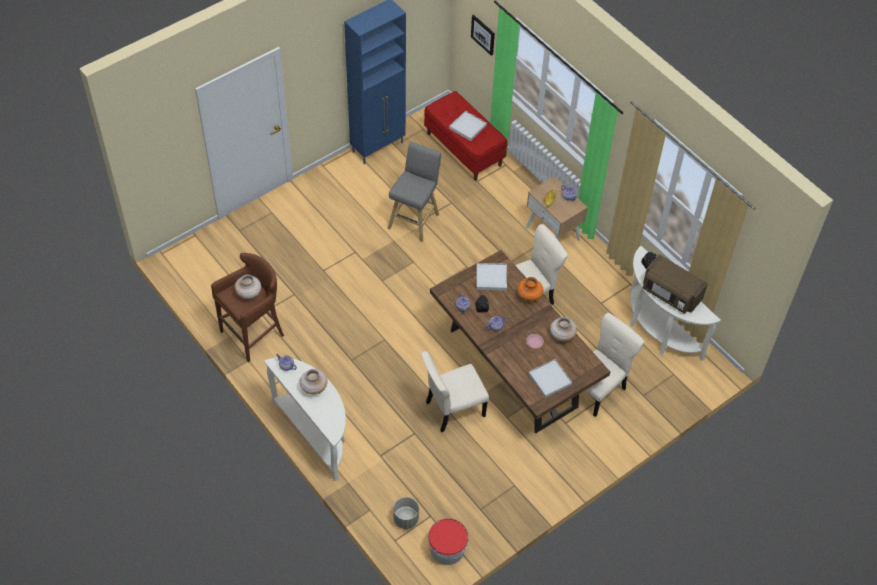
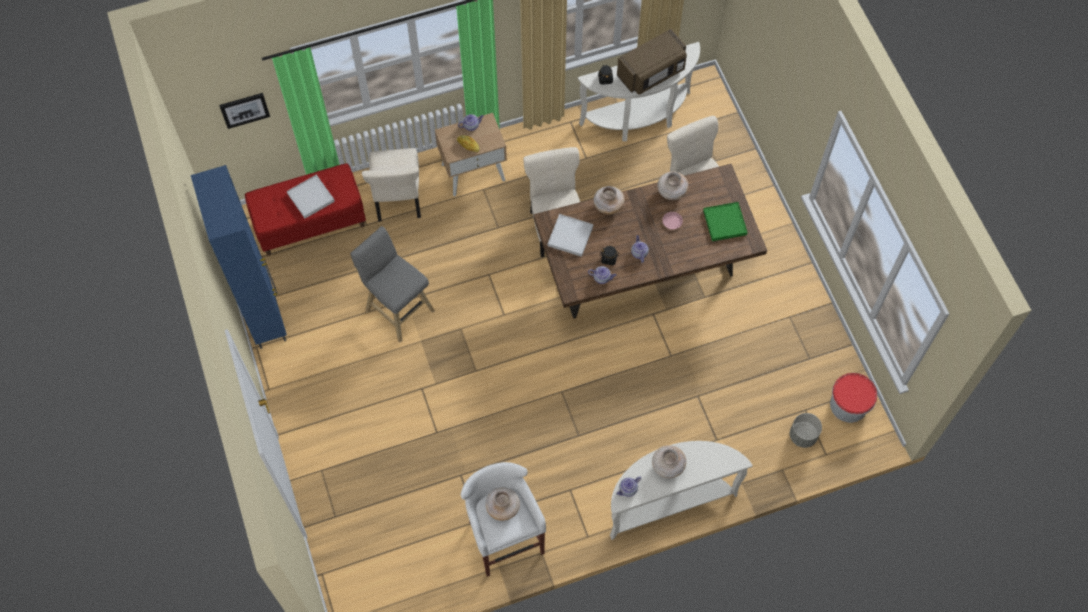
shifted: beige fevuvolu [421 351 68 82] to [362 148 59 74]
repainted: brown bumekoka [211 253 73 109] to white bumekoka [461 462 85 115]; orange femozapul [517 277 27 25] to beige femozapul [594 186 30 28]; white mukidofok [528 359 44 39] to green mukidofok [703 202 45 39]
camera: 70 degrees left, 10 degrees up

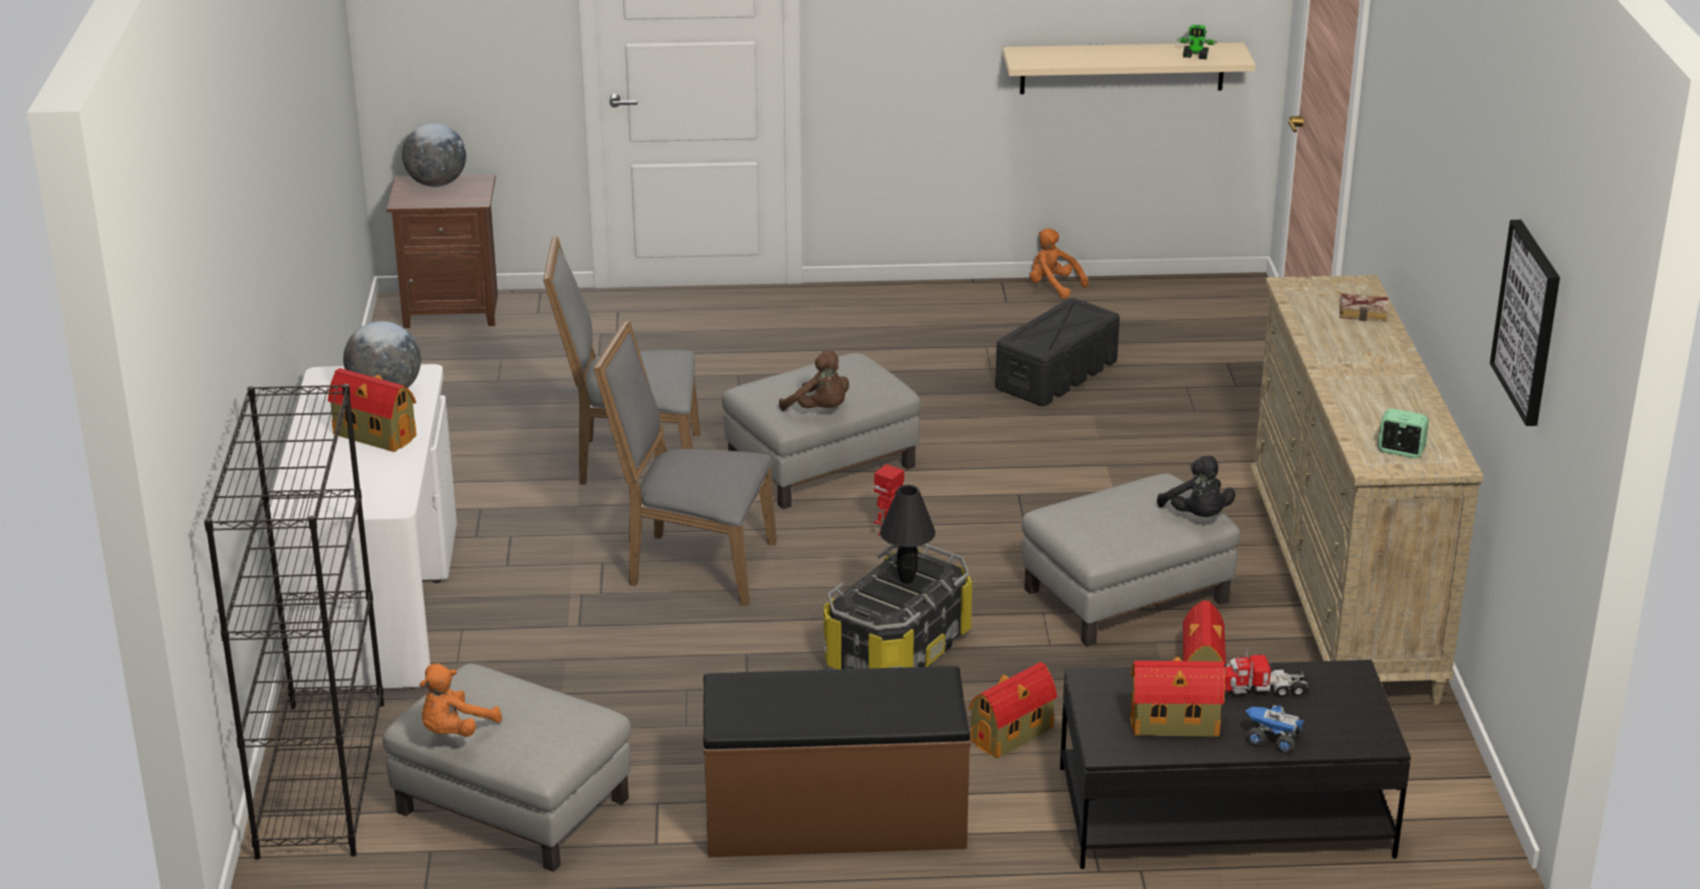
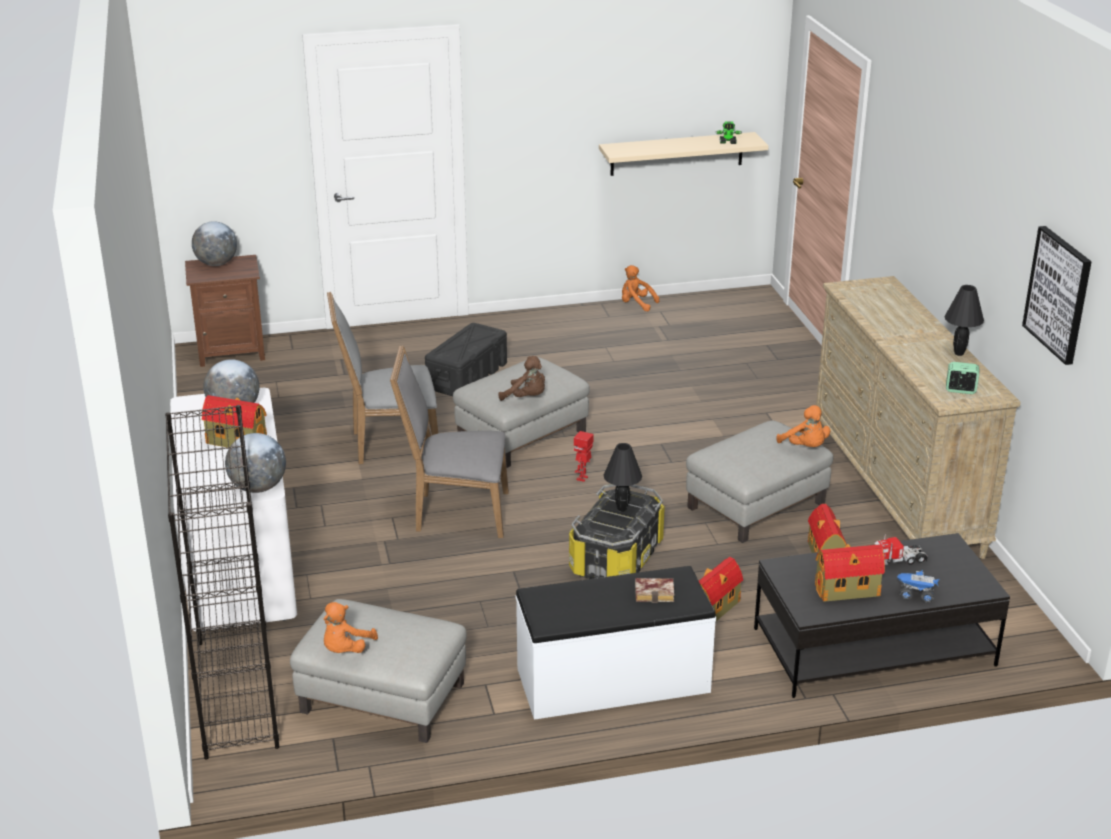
new: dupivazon [225 433 61 60]; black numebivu [945 285 39 71]
shifted: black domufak [995 298 125 108] to [425 323 82 73]; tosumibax [1340 294 48 28] to [635 578 39 25]
repainted: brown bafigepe [703 666 268 191] to white bafigepe [516 566 200 154]; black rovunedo [1157 456 78 61] to orange rovunedo [776 405 54 42]
camera: 10 degrees left, 0 degrees up

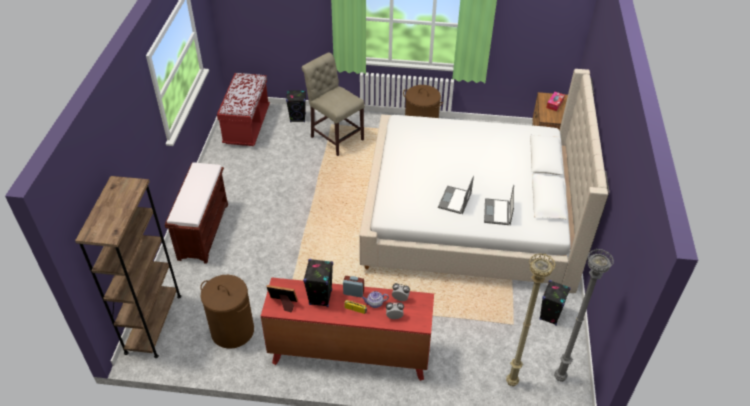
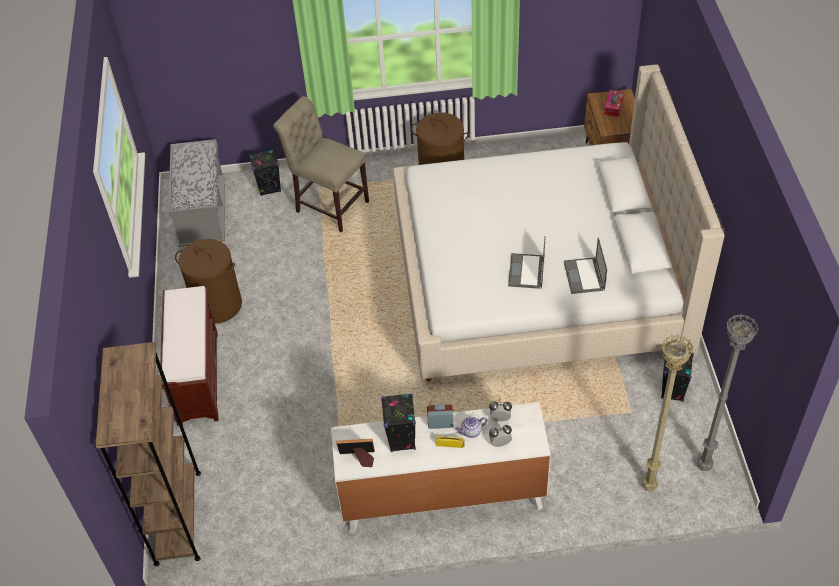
shifted: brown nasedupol [200 275 54 74] to [175 239 67 85]
repainted: red bafigepe [217 73 53 73] to grey bafigepe [168 139 57 108]; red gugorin [261 277 173 104] to white gugorin [331 402 220 132]
camera: 10 degrees left, 5 degrees up

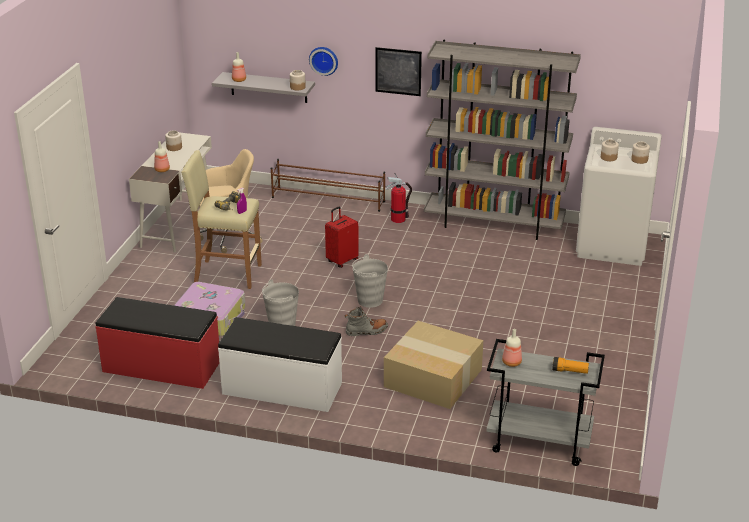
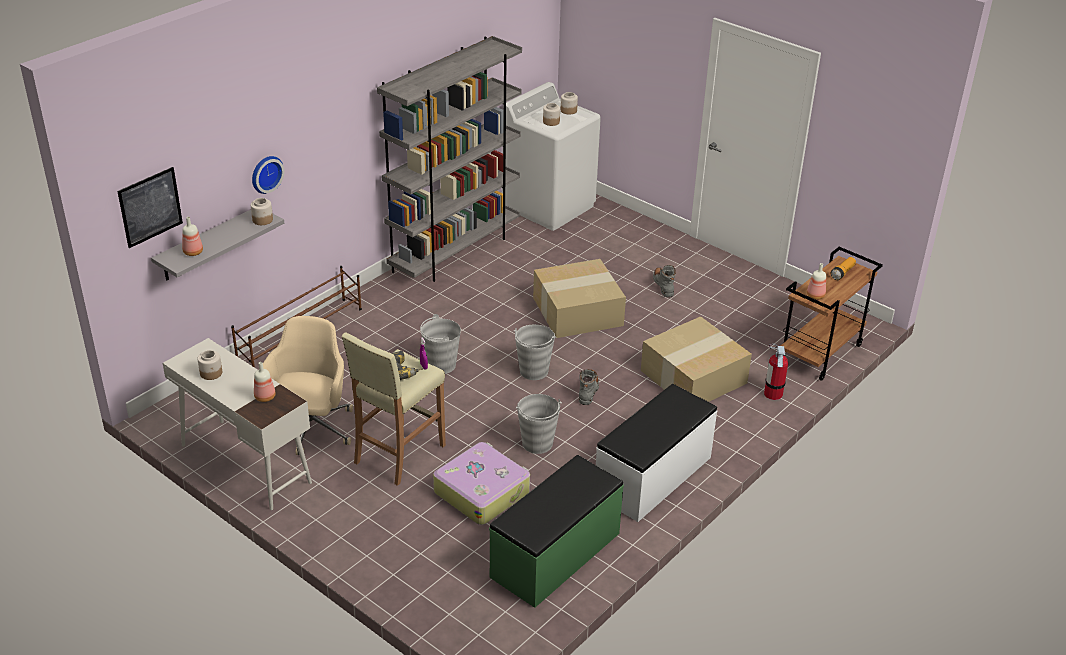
new: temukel [533 259 93 79]; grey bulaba [653 265 23 32]
shifted: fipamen [375 47 47 49] to [117 167 66 81]; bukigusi [386 173 26 50] to [764 344 24 56]
swapped: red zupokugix [325 207 34 61] to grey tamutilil [420 314 41 60]
repainted: red bafigepe [95 297 124 92] to green bafigepe [489 455 135 153]; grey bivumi [486 339 119 127] to brown bivumi [781 247 102 134]
camera: 65 degrees left, 5 degrees up

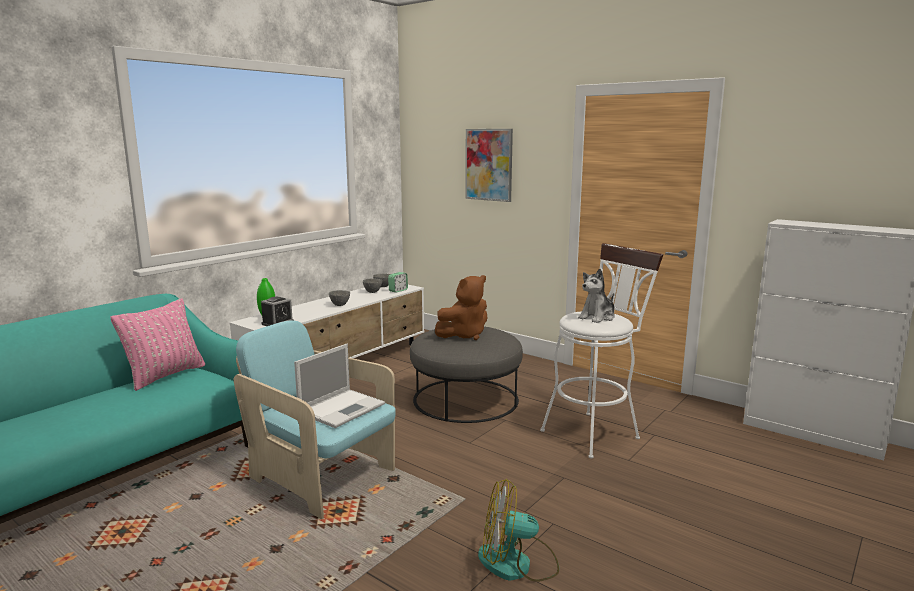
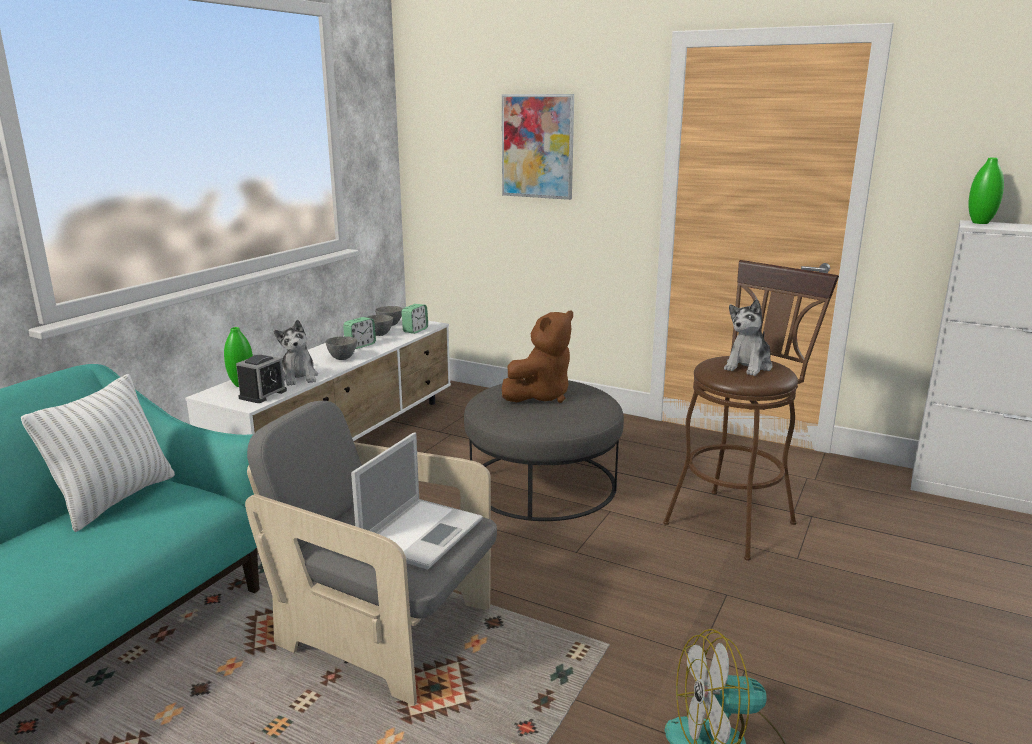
new: rovunedo [274 320 44 66]; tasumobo [343 317 33 32]; green femozapul [968 158 36 66]
repainted: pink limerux [111 299 94 92] to white limerux [21 374 154 158]; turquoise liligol [234 321 162 198] to grey liligol [245 401 252 305]; white bumekoka [540 243 123 216] to brown bumekoka [663 260 176 301]
camera: 10 degrees left, 5 degrees up

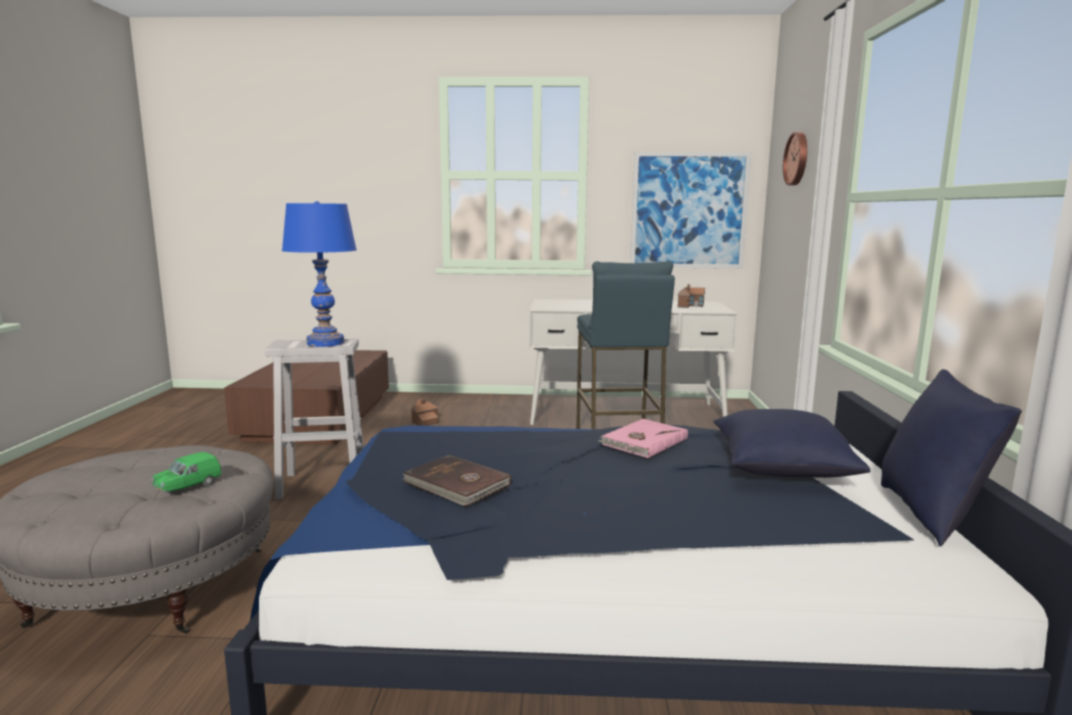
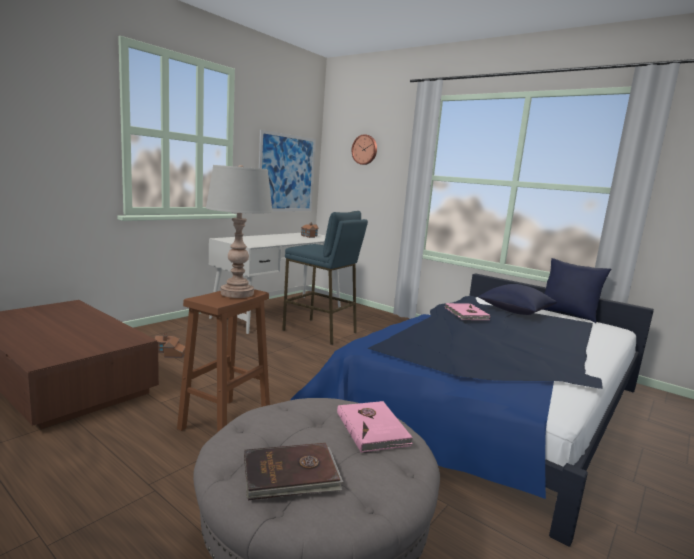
shifted: brown tosumibax [403 455 108 52] to [244 443 99 57]
swapped: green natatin [151 452 71 41] to pink tosumibax [337 401 76 52]
repainted: white bumekoka [265 338 99 162] to brown bumekoka [177 289 93 143]; blue numebivu [282 201 75 146] to grey numebivu [206 165 67 133]
camera: 55 degrees left, 0 degrees up

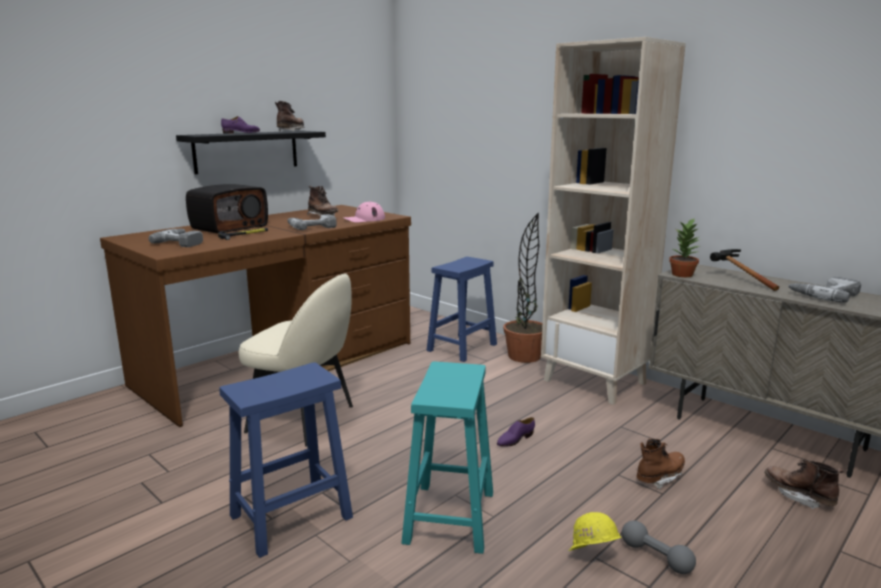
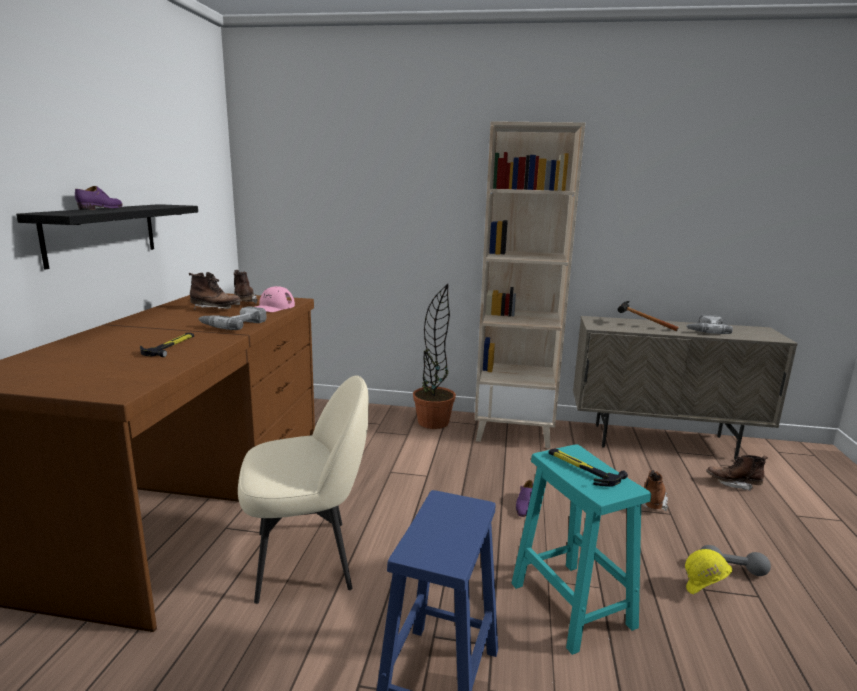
gone: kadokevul [149 228 54 19]; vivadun [186 184 82 50]; blue bumekoka [427 257 70 105]; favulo [669 219 32 58]
new: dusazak [548 449 80 38]
shifted: brown bulaba [275 101 30 31] to [233 270 25 35]
camera: 35 degrees left, 0 degrees up

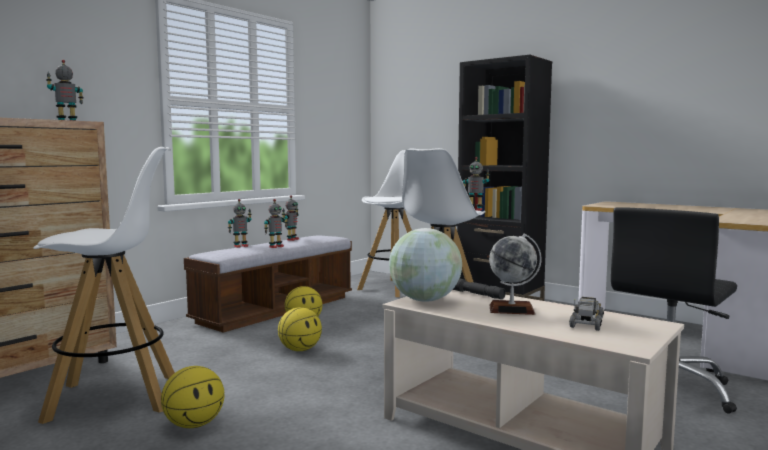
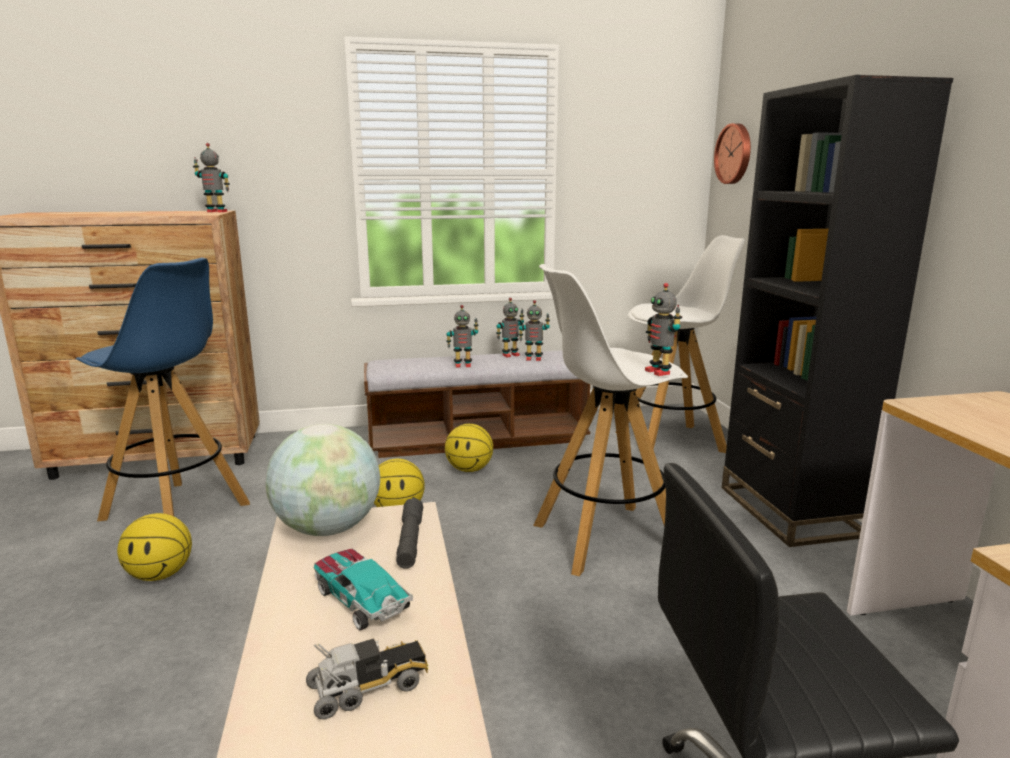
new: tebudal [714 123 37 61]
shifted: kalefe [228 199 24 49] to [518 300 32 61]
swapped: dupivazon [489 233 53 82] to natatin [314 549 99 81]
repainted: white bumekoka [33 147 142 277] to blue bumekoka [75 258 175 263]
camera: 40 degrees right, 10 degrees up

